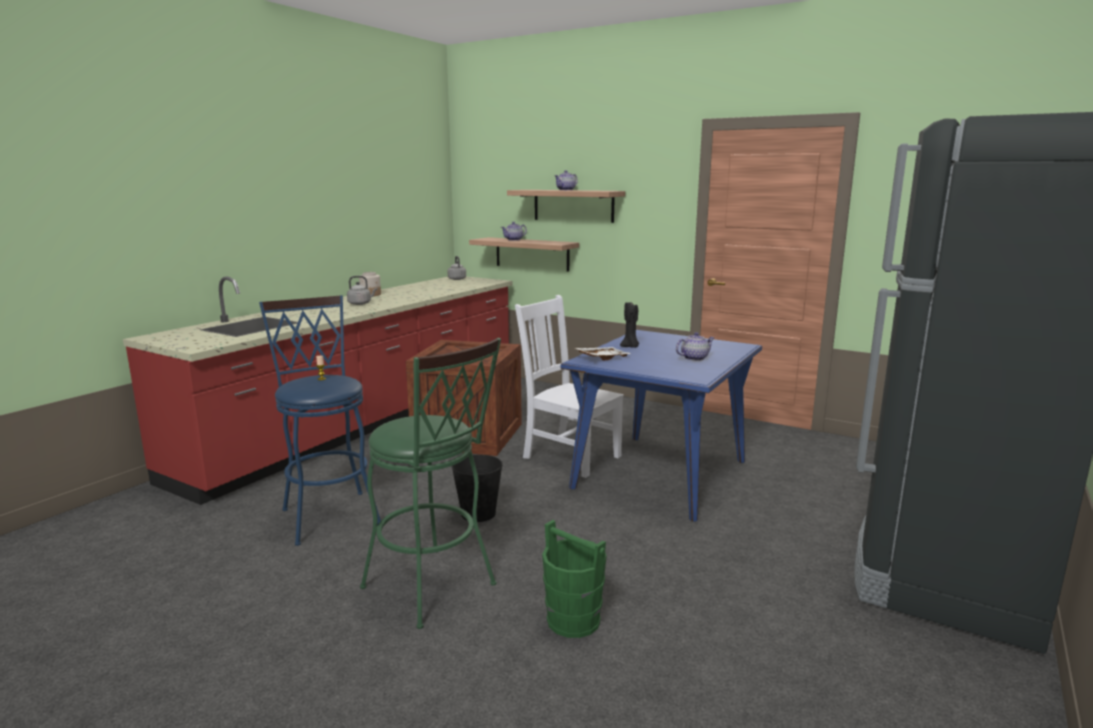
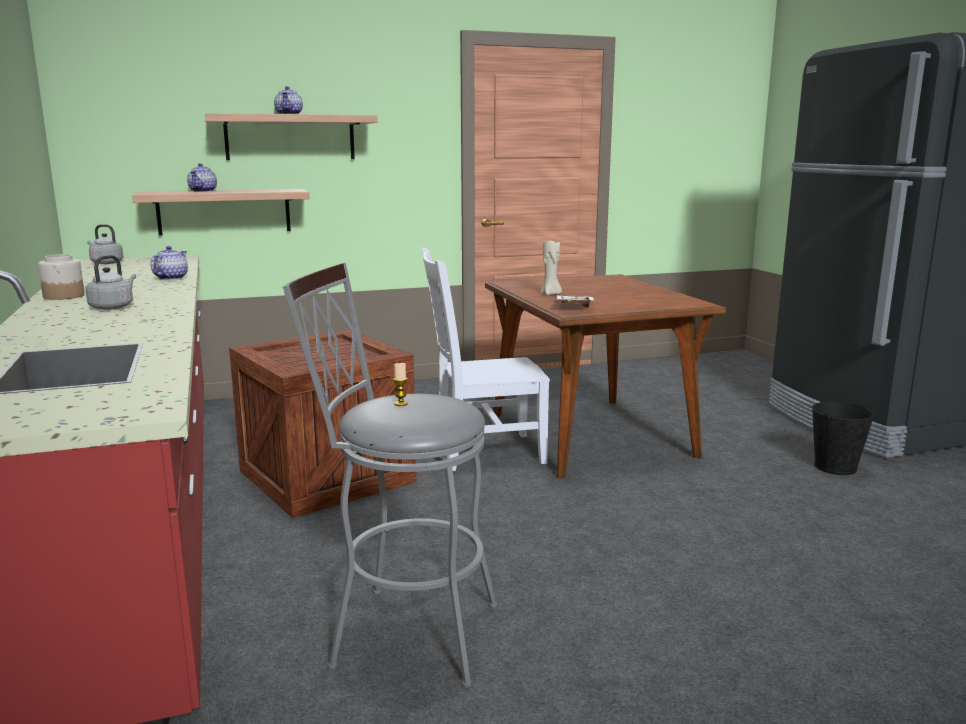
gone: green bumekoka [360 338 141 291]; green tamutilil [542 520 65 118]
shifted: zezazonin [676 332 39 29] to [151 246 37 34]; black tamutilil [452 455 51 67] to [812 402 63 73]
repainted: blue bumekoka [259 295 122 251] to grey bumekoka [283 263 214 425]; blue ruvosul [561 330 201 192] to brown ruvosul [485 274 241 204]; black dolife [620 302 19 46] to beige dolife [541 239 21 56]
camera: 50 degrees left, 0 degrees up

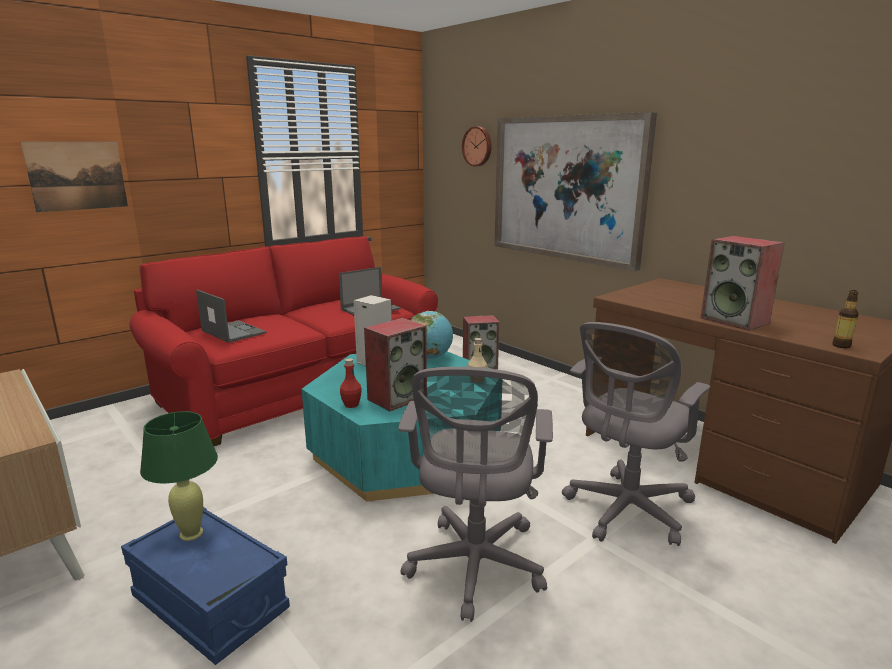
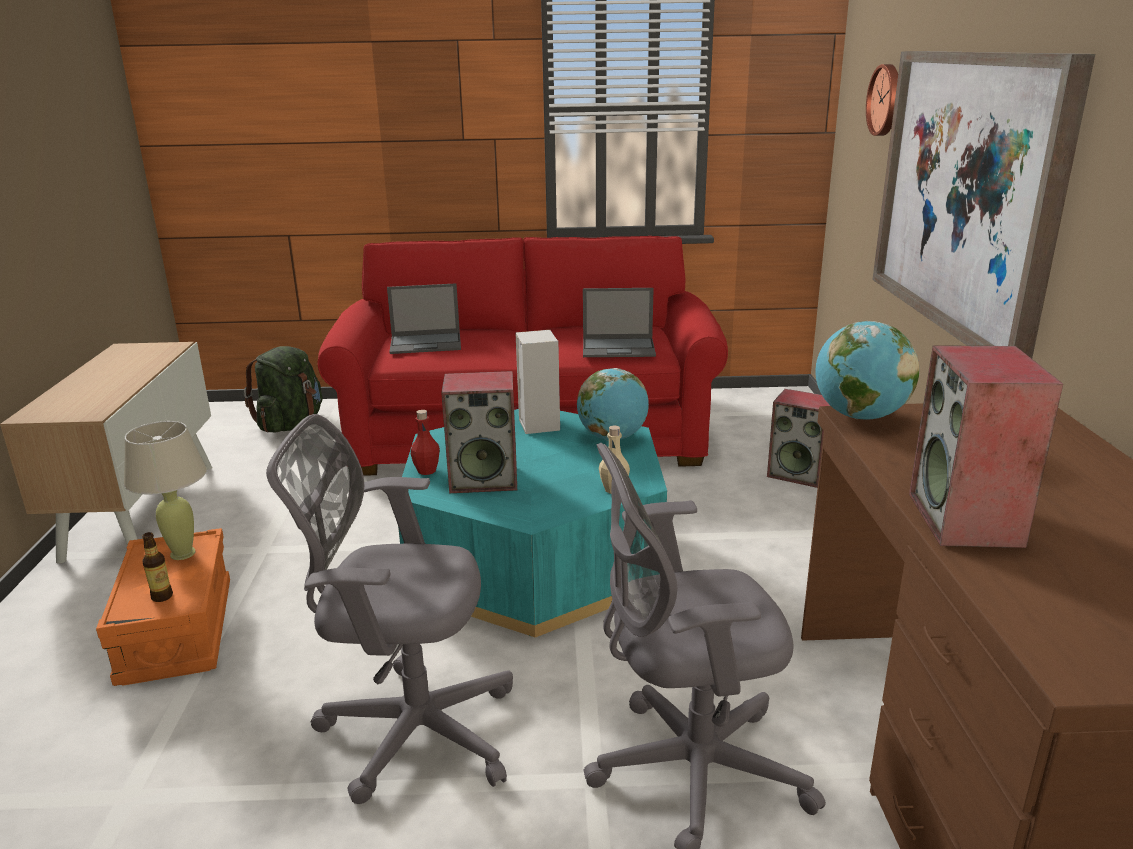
gone: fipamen [21 141 107 71]
new: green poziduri [244 346 78 86]; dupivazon [816 321 103 99]
shifted: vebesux [832 290 27 58] to [142 532 31 70]
repainted: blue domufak [121 507 169 158] to orange domufak [96 528 134 158]; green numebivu [140 411 78 130] to beige numebivu [124 421 83 139]
rotated: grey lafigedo [398 367 155 255] = [266 414 247 390] 45 degrees clockwise; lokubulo [196 290 71 53] = [387 283 74 71] 90 degrees clockwise
camera: 40 degrees right, 5 degrees up

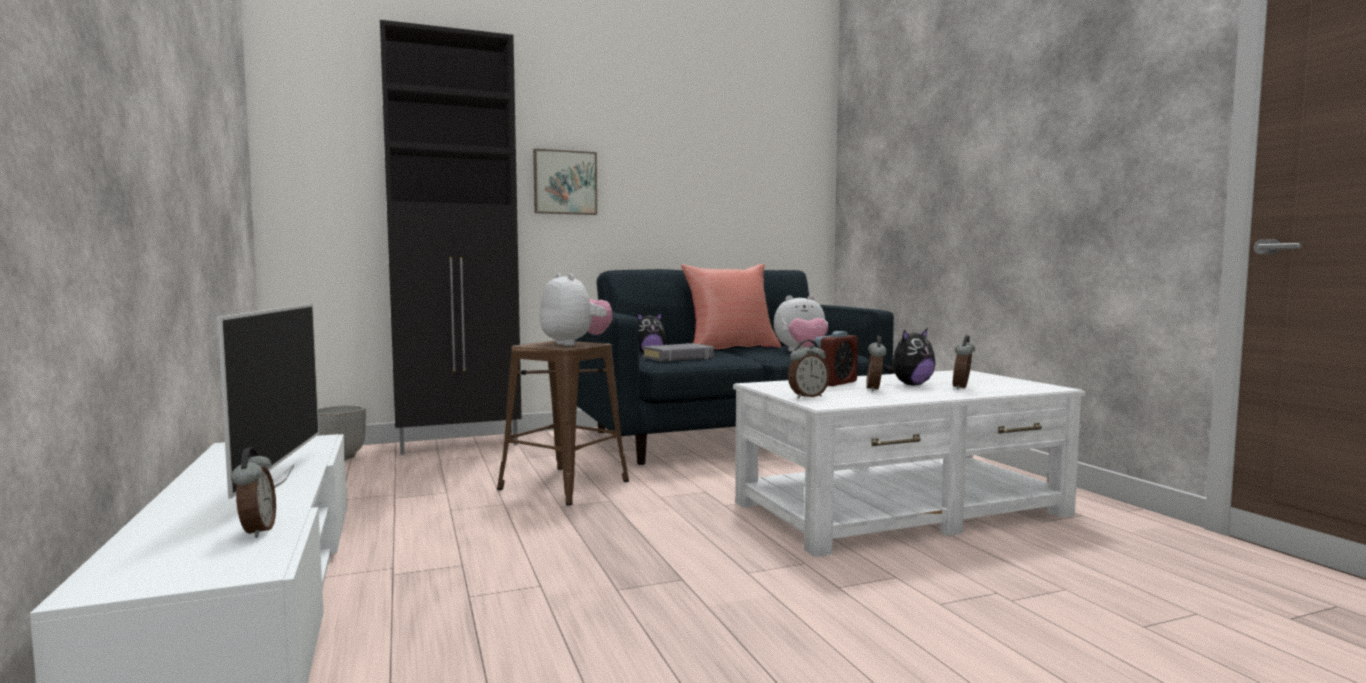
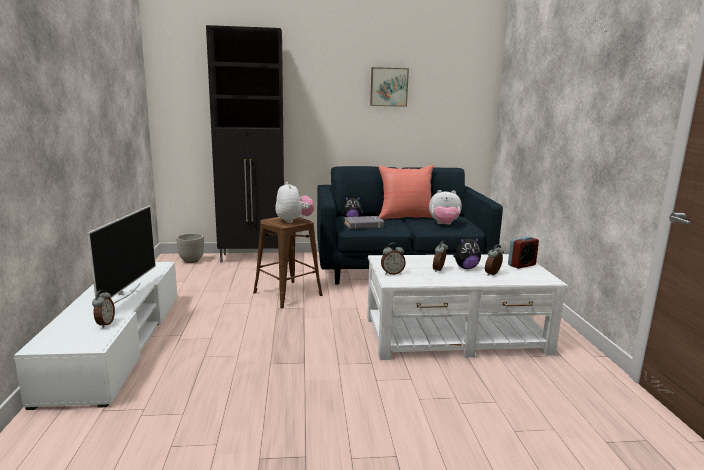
shifted: fipamen [533 149 64 66] to [370 67 39 40]; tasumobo [814 331 44 55] to [508 236 31 33]
camera: 15 degrees right, 10 degrees up

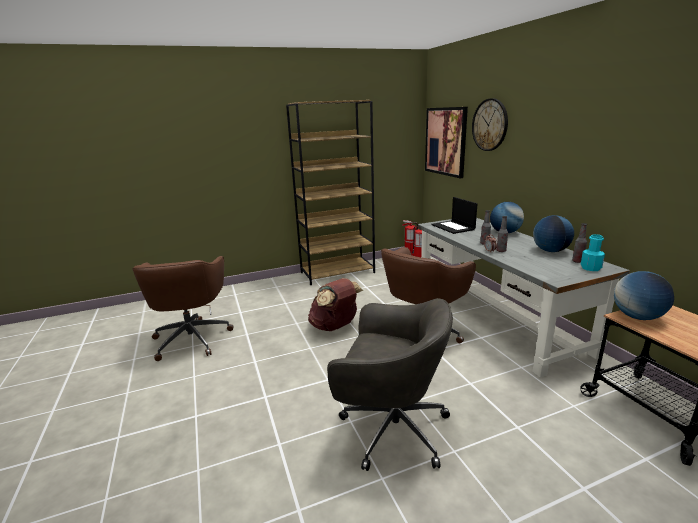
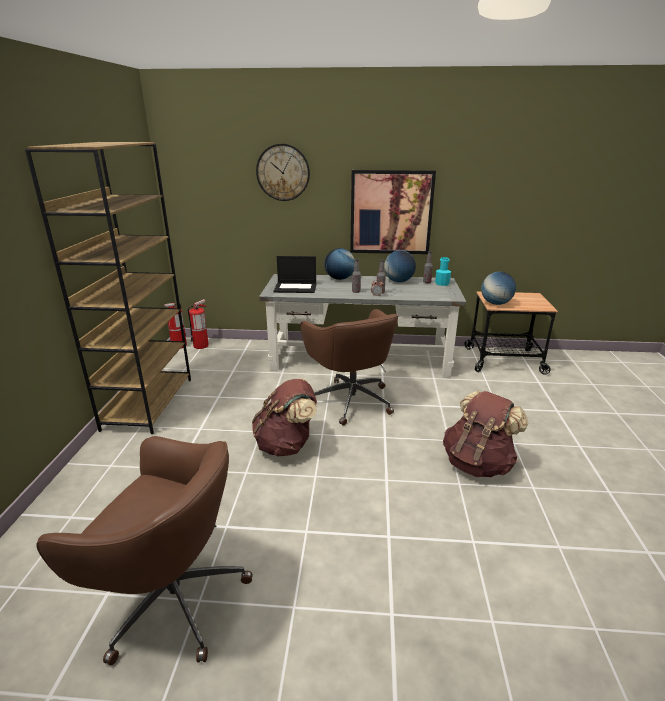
shifted: fipamen [425 107 43 72] to [350 170 86 84]
swapped: grey lafigedo [327 298 126 173] to brown poziduri [443 391 85 86]
camera: 65 degrees left, 5 degrees up

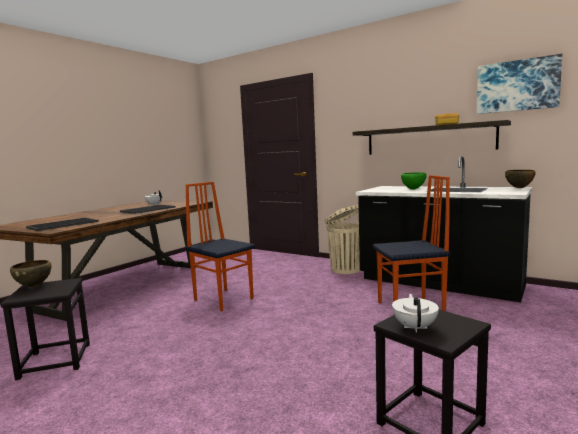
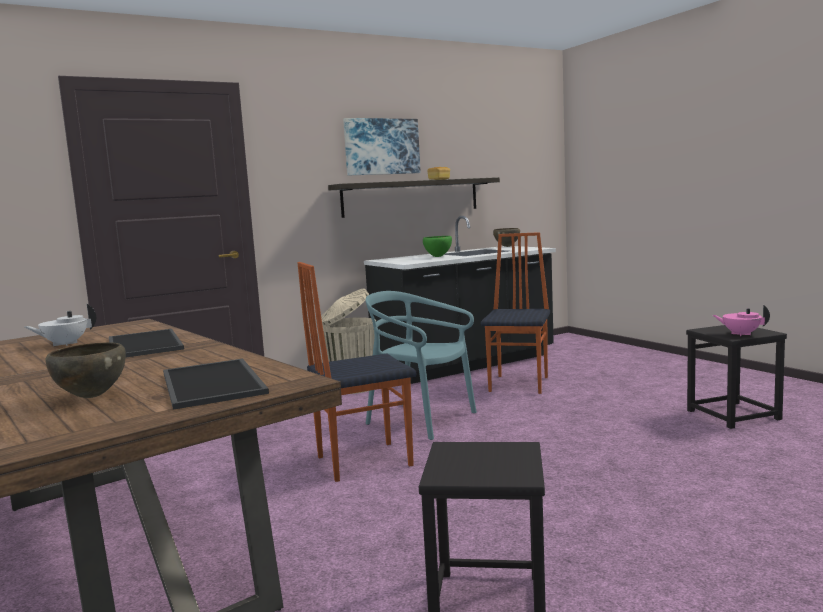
new: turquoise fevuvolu [366 291 111 149]
shifted: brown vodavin [10 260 41 27] to [45 342 81 56]; fipamen [477 54 85 60] to [343 118 78 57]
repainted: white zezazonin [392 294 47 39] to pink zezazonin [713 305 57 31]
camera: 65 degrees left, 0 degrees up

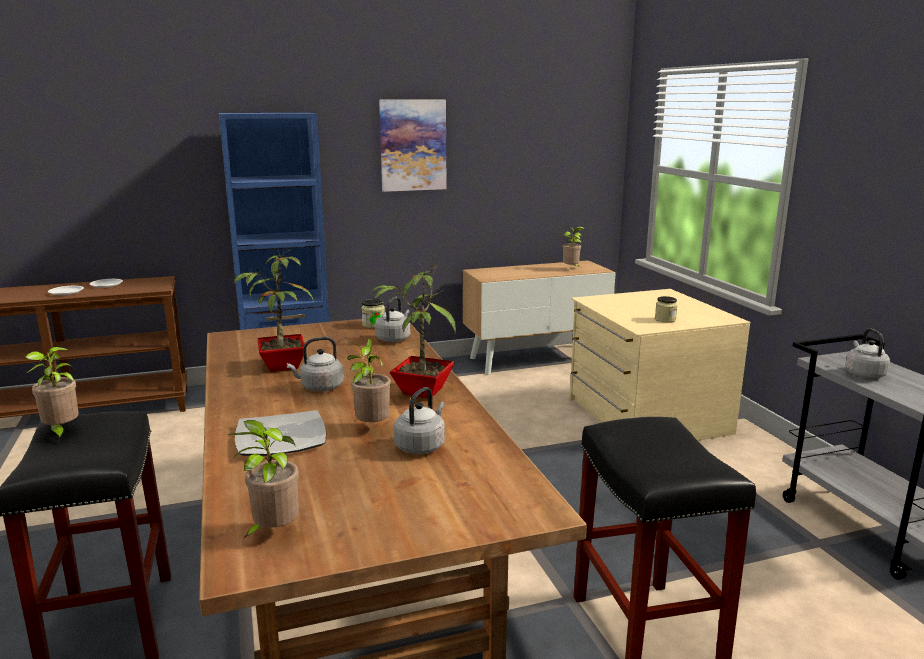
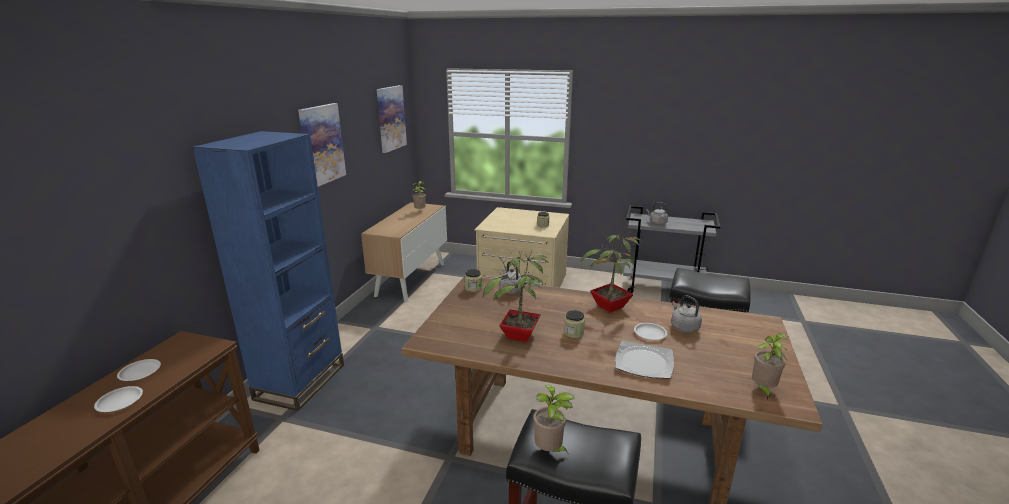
new: fipamen [377 85 30 68]
swapped: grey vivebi [287 337 57 55] to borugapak [564 310 21 28]; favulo [348 338 43 85] to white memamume [634 323 33 17]
camera: 55 degrees left, 5 degrees up

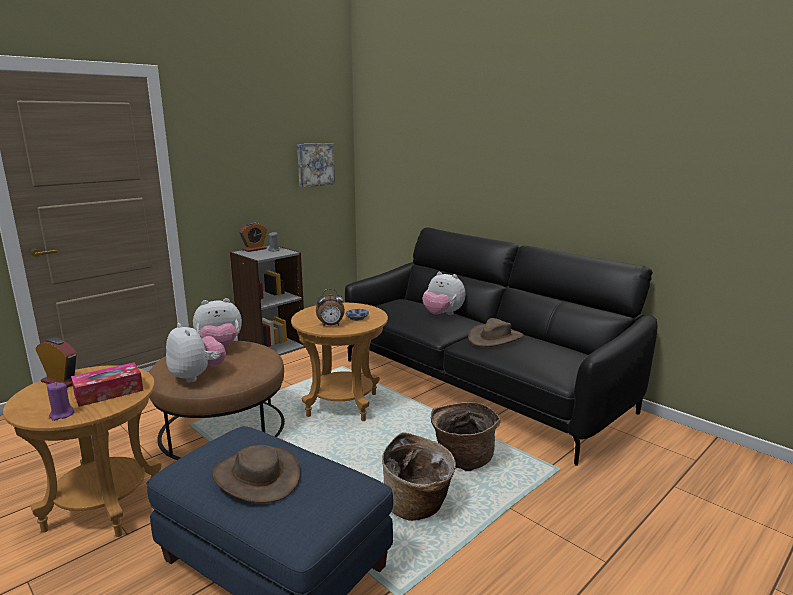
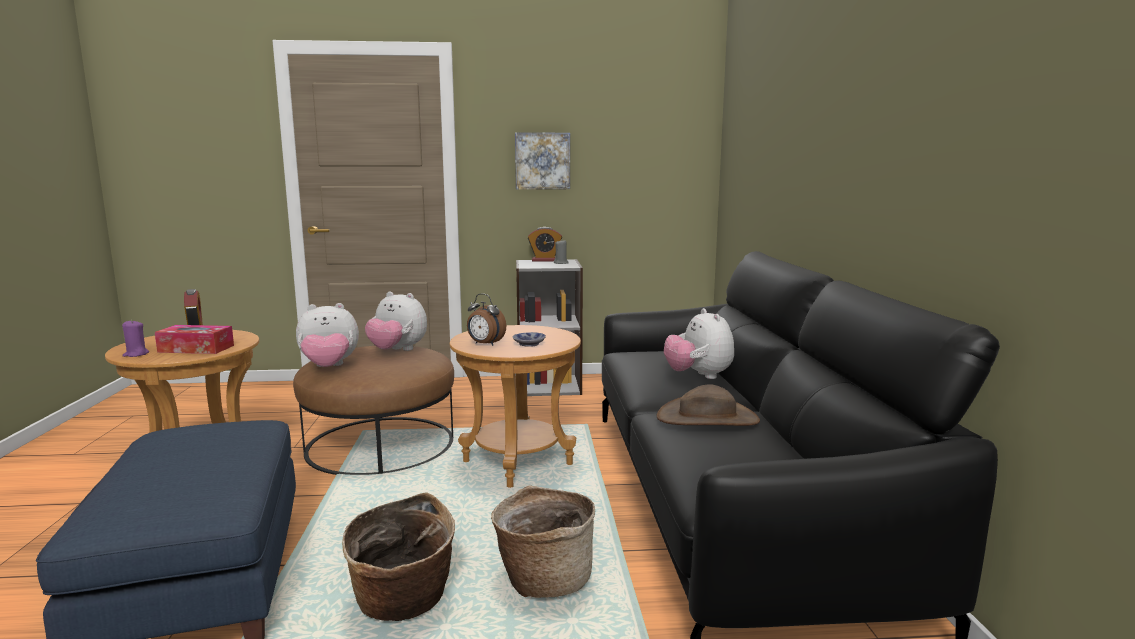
gone: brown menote [212 445 88 58]
shifted: fipamen [297 143 38 44] to [515 132 55 57]
rotated: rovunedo [166 323 60 60] = [296 303 63 64] 75 degrees clockwise
camera: 40 degrees right, 5 degrees down

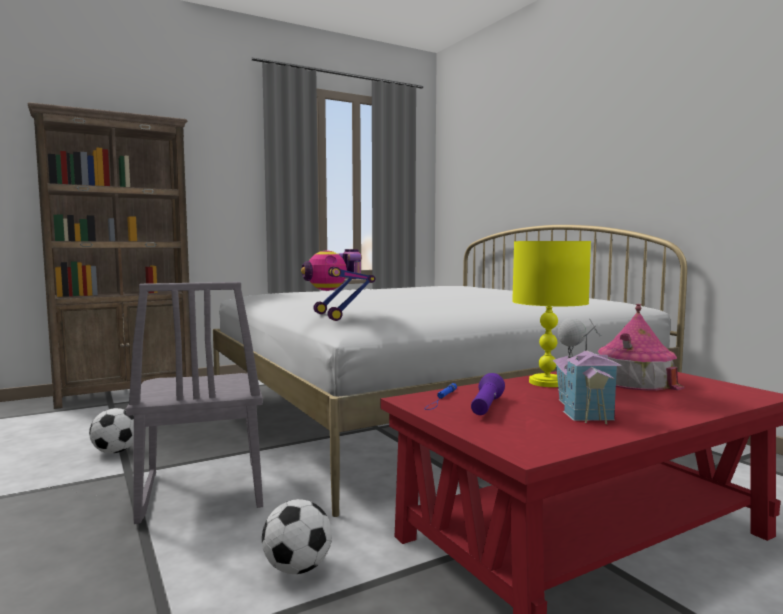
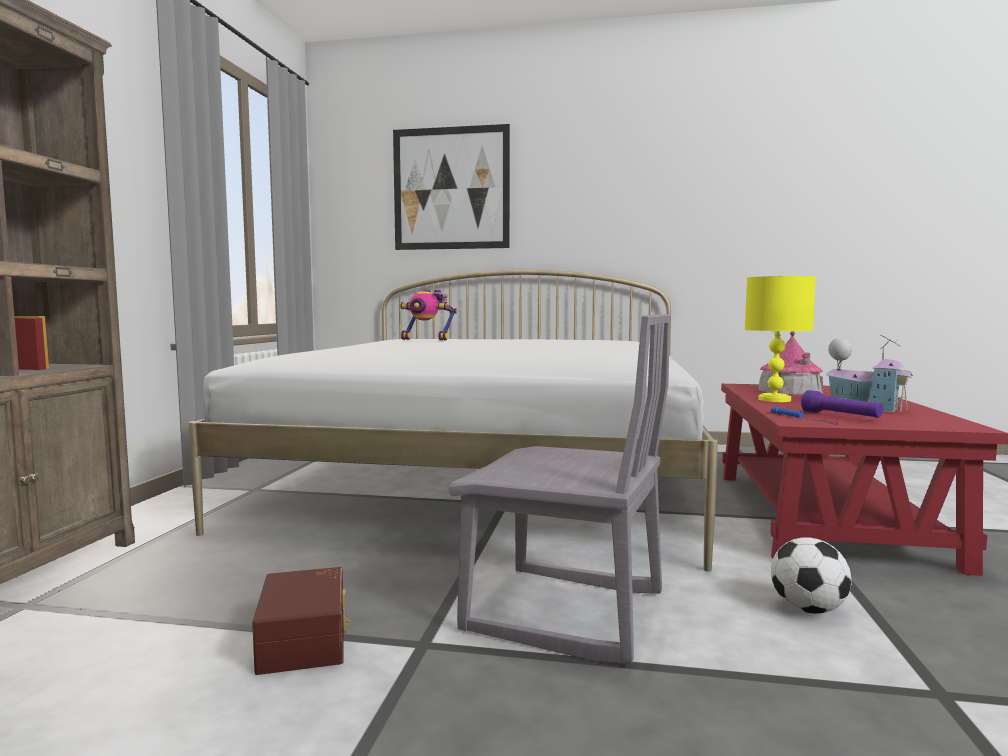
new: fipamen [393 124 117 126]
shifted: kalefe [301 249 75 72] to [400 290 57 50]
swapped: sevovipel [89 408 45 45] to brown domufak [252 567 99 108]
camera: 50 degrees left, 0 degrees up

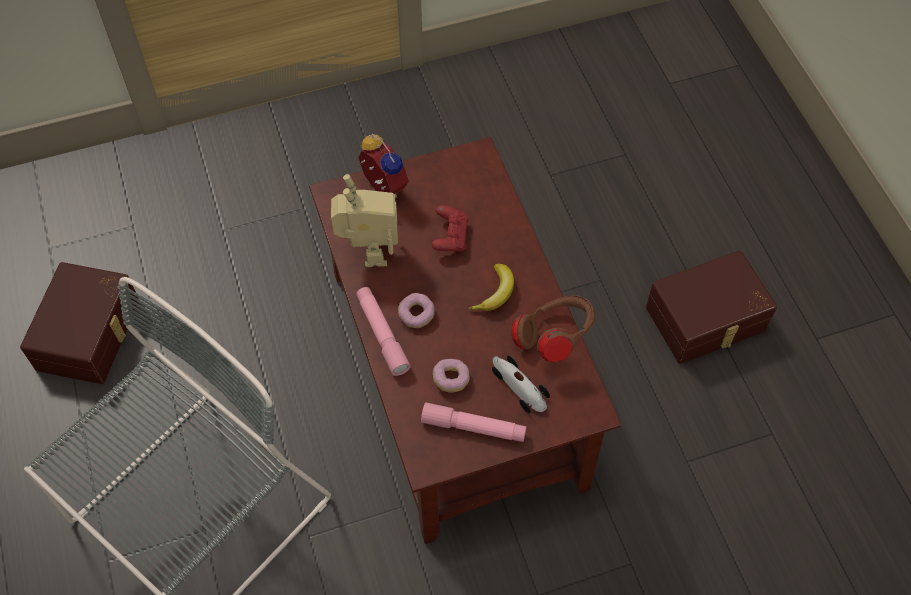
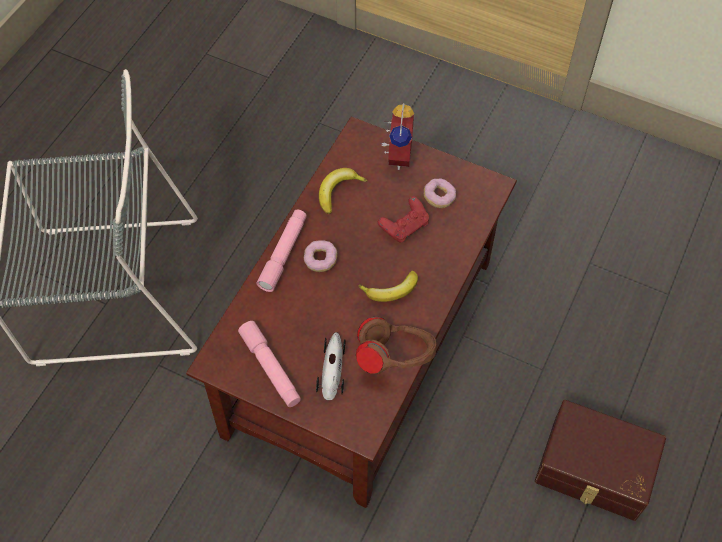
gone: brown domufak [20 262 119 122]
shifted: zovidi [433 359 37 33] to [424 178 32 30]
swapped: kalefe [331 174 67 93] to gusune [319 168 48 46]
camera: 45 degrees right, 0 degrees up

